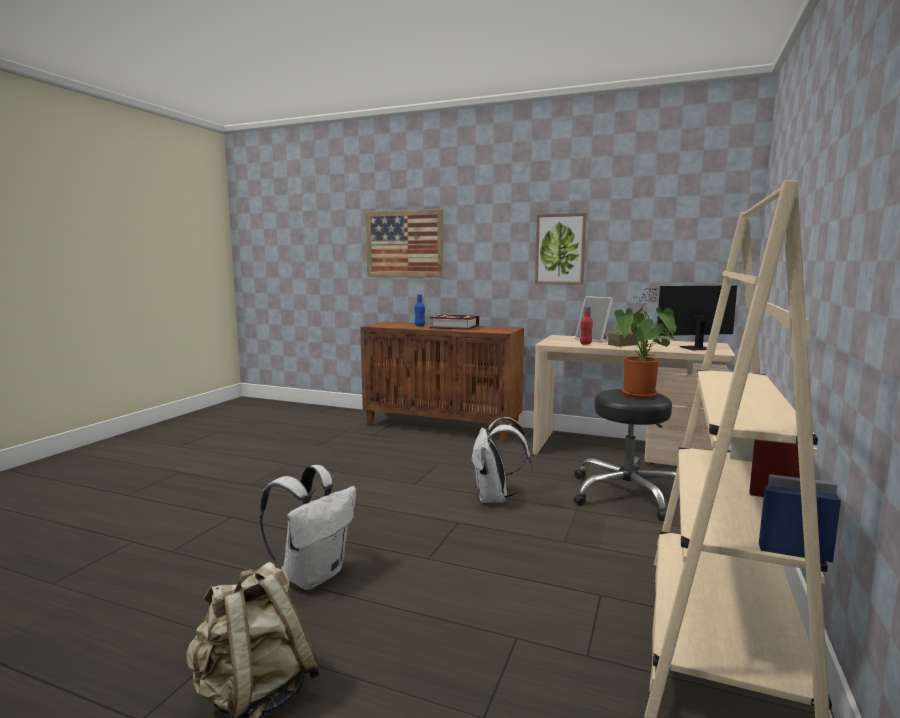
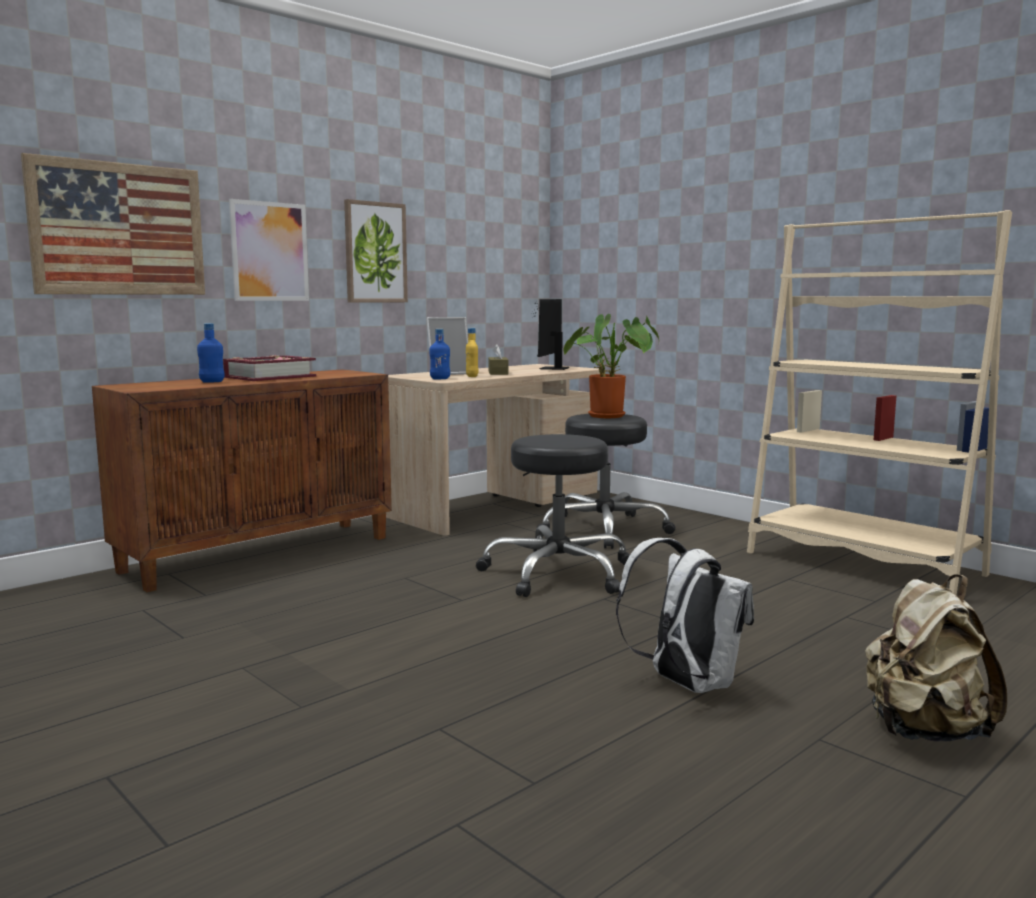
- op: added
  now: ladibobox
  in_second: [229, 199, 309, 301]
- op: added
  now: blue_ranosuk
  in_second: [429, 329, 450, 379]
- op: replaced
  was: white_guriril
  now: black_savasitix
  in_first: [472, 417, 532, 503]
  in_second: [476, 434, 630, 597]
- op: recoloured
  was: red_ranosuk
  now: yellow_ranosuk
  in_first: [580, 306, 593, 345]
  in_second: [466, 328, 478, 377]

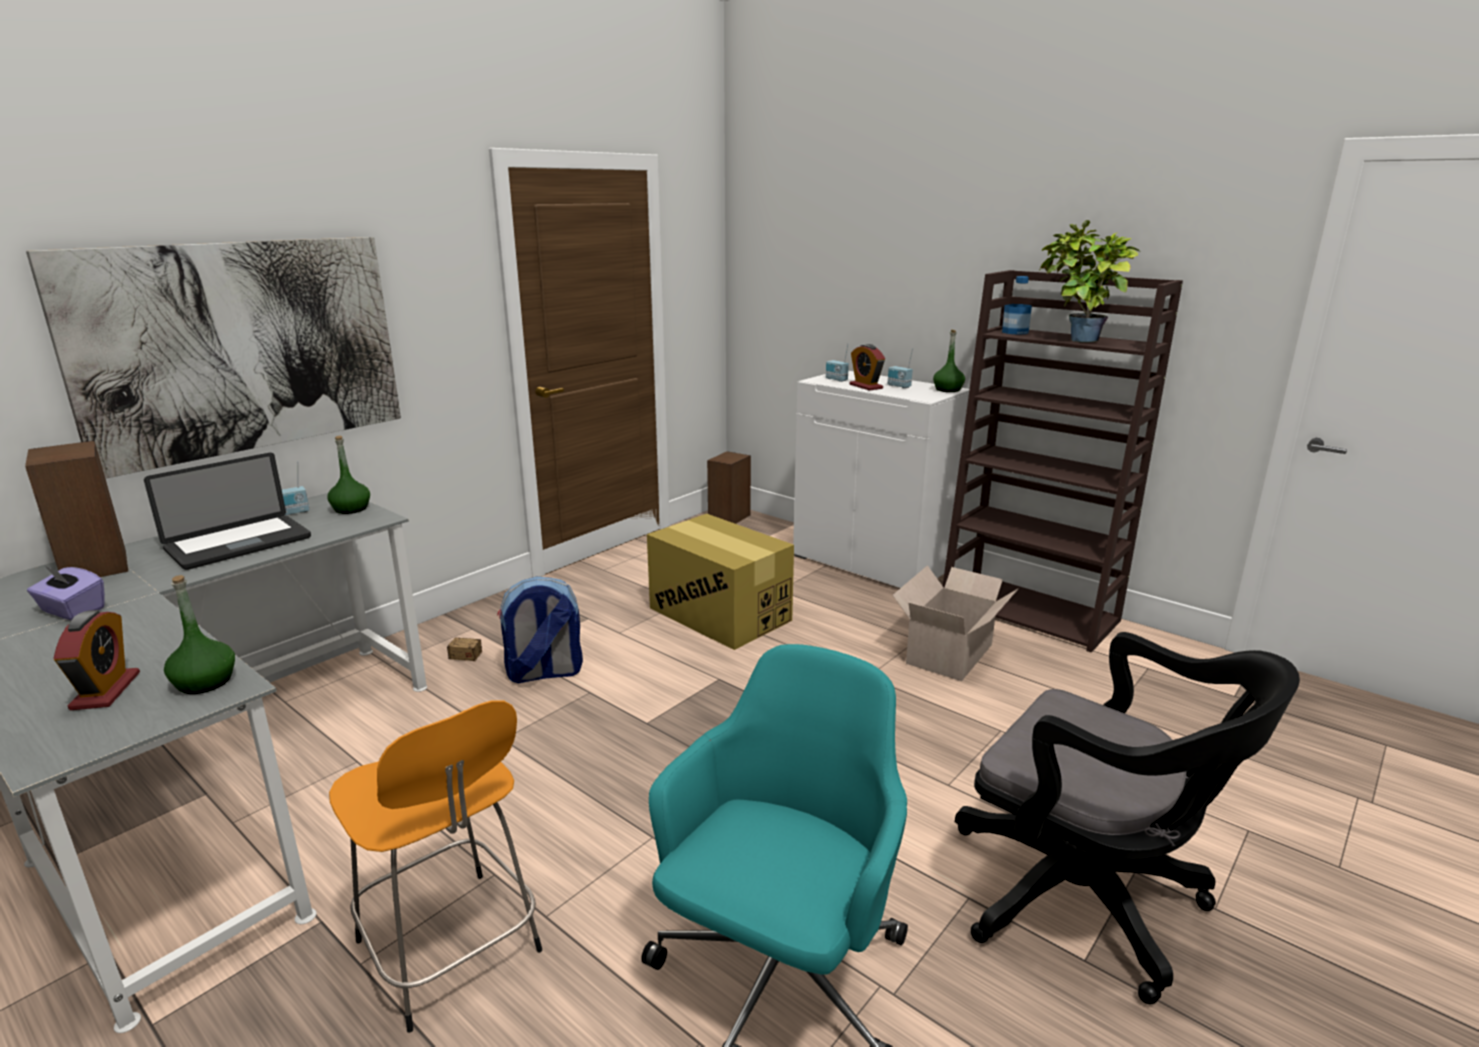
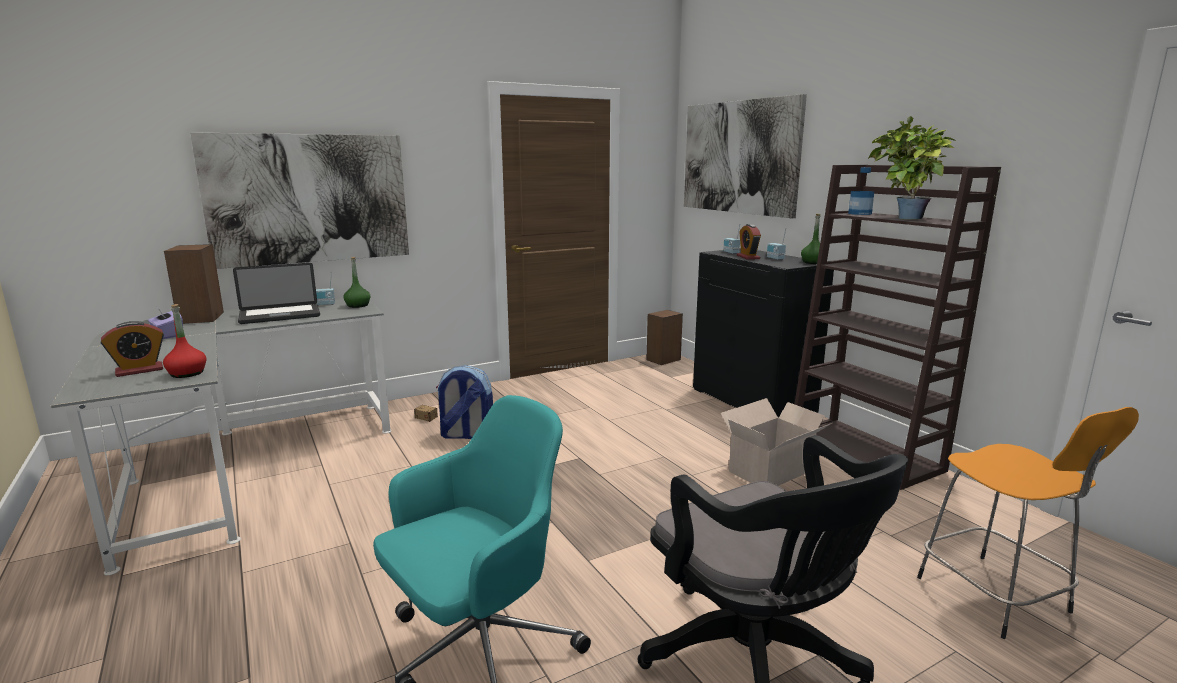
- op: removed
  was: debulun
  in_first: [647, 514, 794, 650]
- op: added
  now: ladibobox
  in_second: [684, 94, 807, 218]
- op: moved
  was: orange_savasitix
  in_first: [329, 700, 542, 1033]
  in_second: [917, 407, 1139, 639]
- op: recoloured
  was: green_ranosuk
  now: red_ranosuk
  in_first: [164, 575, 235, 694]
  in_second: [163, 304, 207, 378]
- op: recoloured
  was: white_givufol
  now: black_givufol
  in_first: [793, 371, 969, 588]
  in_second: [693, 248, 834, 418]
- op: turned
  was: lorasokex
  in_first: [53, 610, 140, 710]
  in_second: [101, 321, 164, 377]
  clockwise: 45

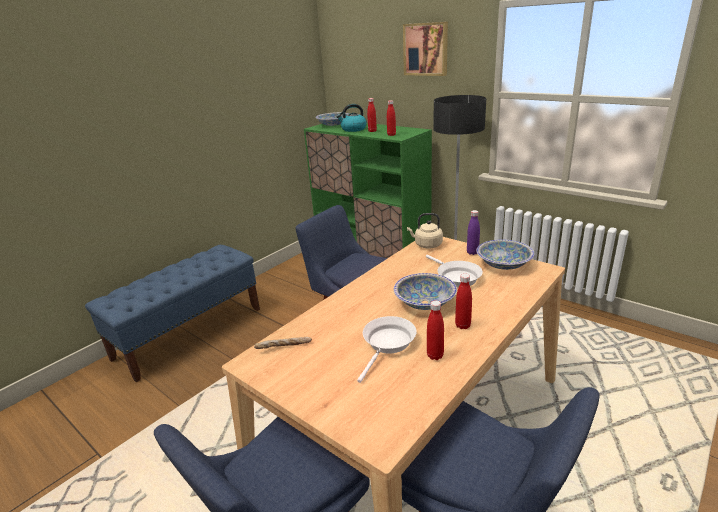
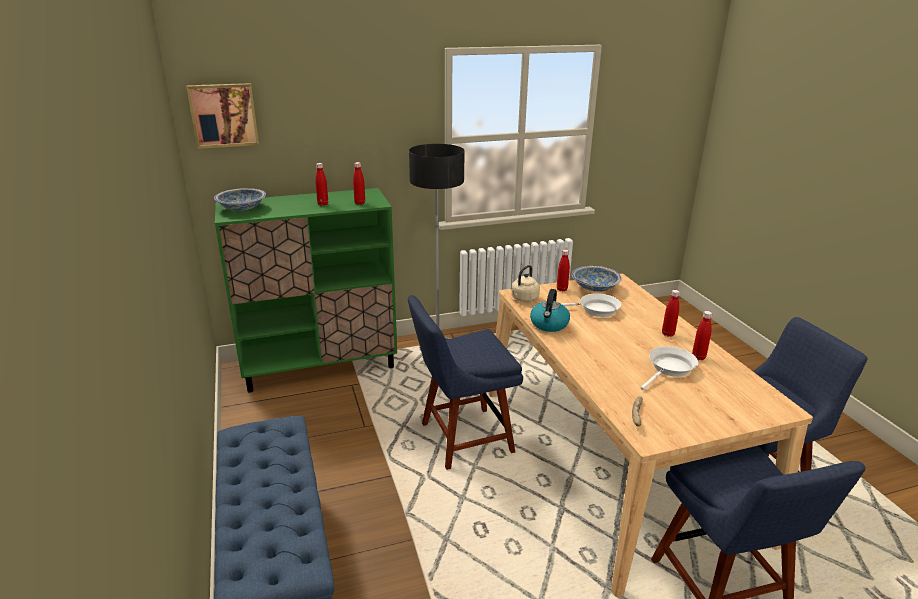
- op: removed
  was: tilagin
  in_first: [393, 273, 457, 310]
- op: moved
  was: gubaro
  in_first: [336, 104, 367, 132]
  in_second: [530, 289, 570, 332]
- op: moved
  was: ladibobox
  in_first: [403, 22, 448, 76]
  in_second: [186, 83, 259, 149]
- op: recoloured
  was: purple_ranosuk
  now: red_ranosuk
  in_first: [467, 210, 480, 255]
  in_second: [557, 250, 570, 291]
- op: turned
  was: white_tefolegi
  in_first: [357, 316, 417, 383]
  in_second: [640, 346, 698, 390]
  clockwise: 75

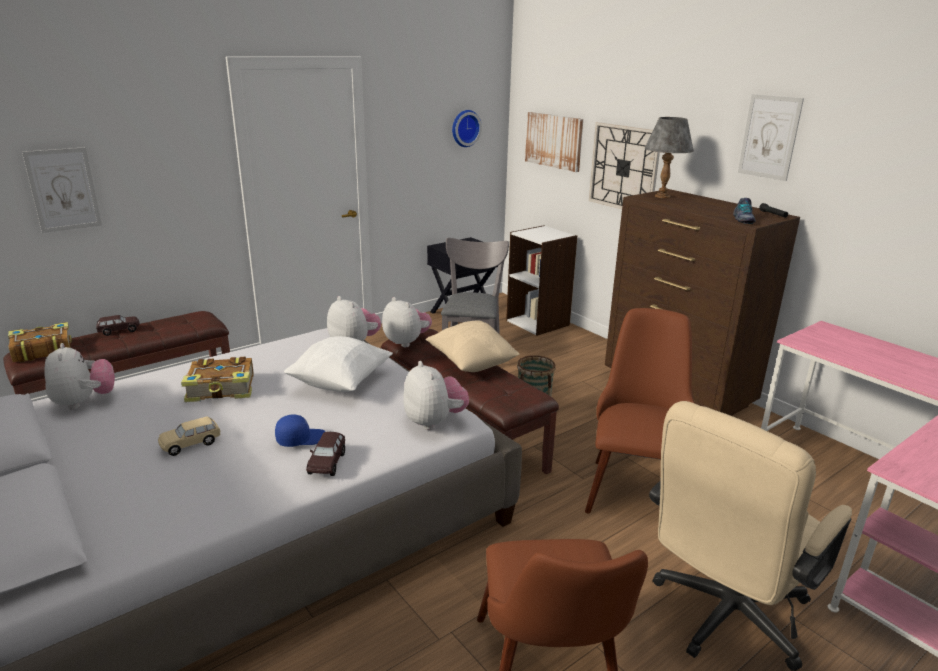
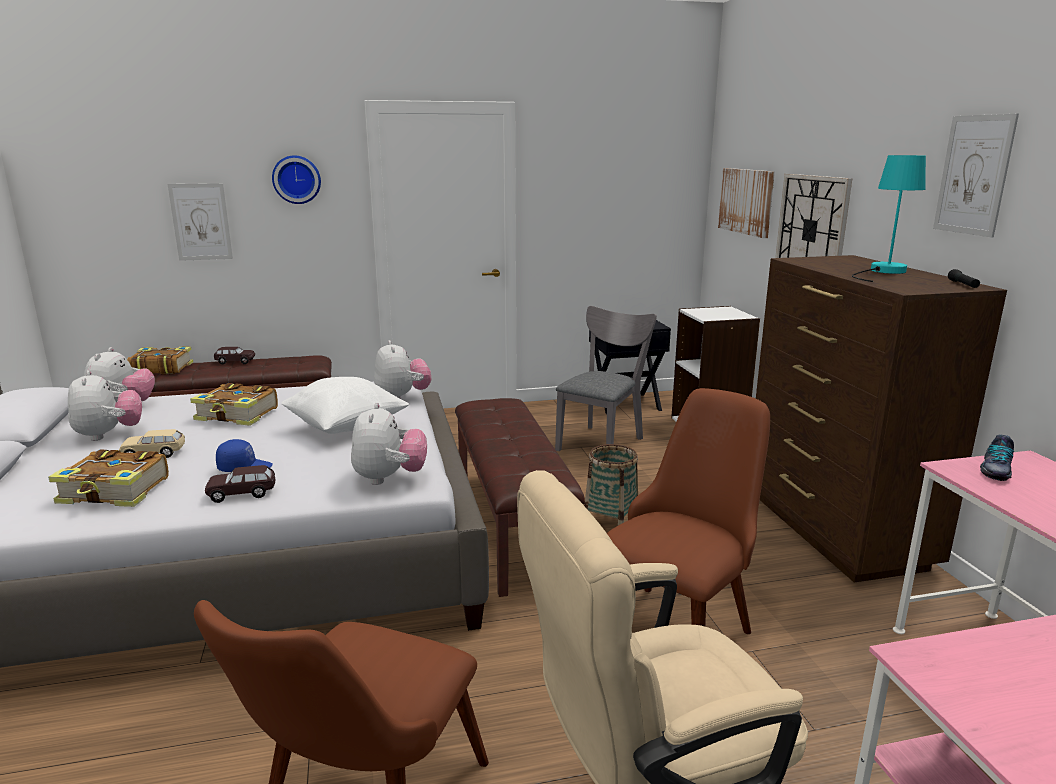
- op: removed
  was: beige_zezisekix
  in_first: [426, 321, 519, 372]
- op: removed
  was: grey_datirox
  in_first: [645, 117, 694, 198]
- op: added
  now: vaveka
  in_second: [48, 450, 169, 507]
- op: added
  now: turquoise_datirox
  in_second: [852, 155, 926, 282]
- op: moved
  was: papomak
  in_first: [382, 297, 432, 347]
  in_second: [68, 370, 142, 441]
- op: moved
  was: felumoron
  in_first: [452, 110, 482, 147]
  in_second: [272, 155, 321, 204]
- op: moved
  was: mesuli
  in_first: [733, 198, 756, 224]
  in_second: [980, 435, 1014, 481]
- op: turned
  was: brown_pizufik
  in_first: [306, 432, 345, 476]
  in_second: [205, 465, 275, 503]
  clockwise: 45

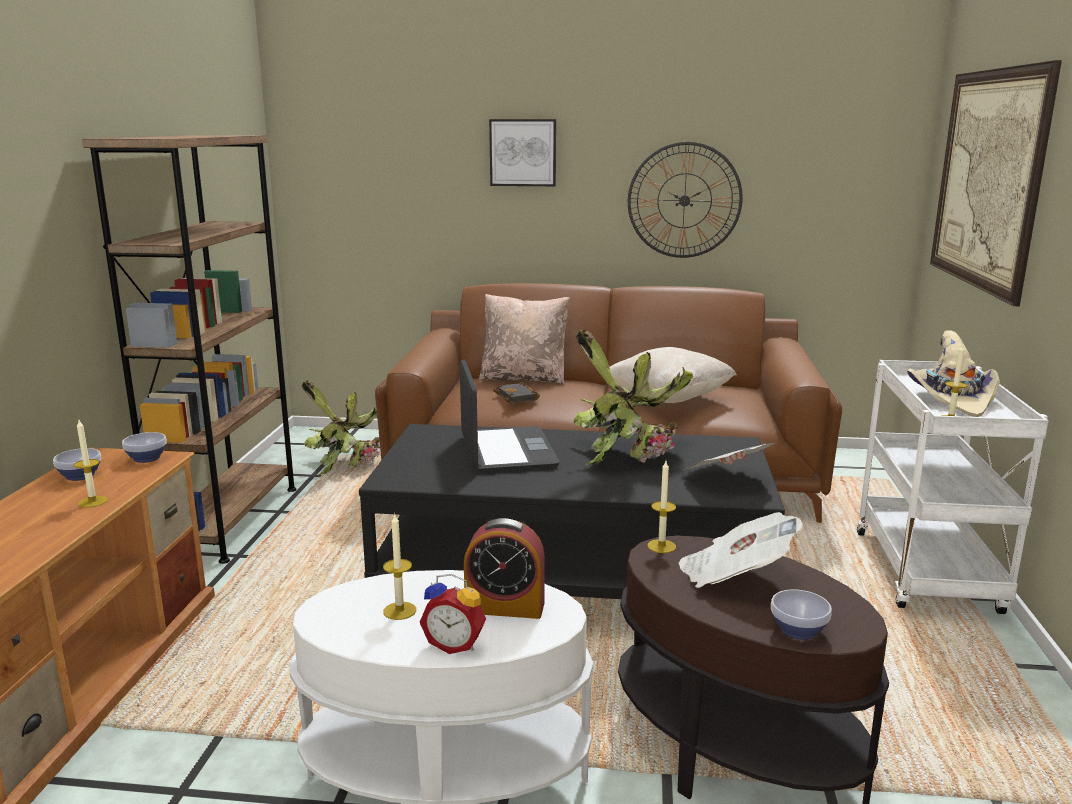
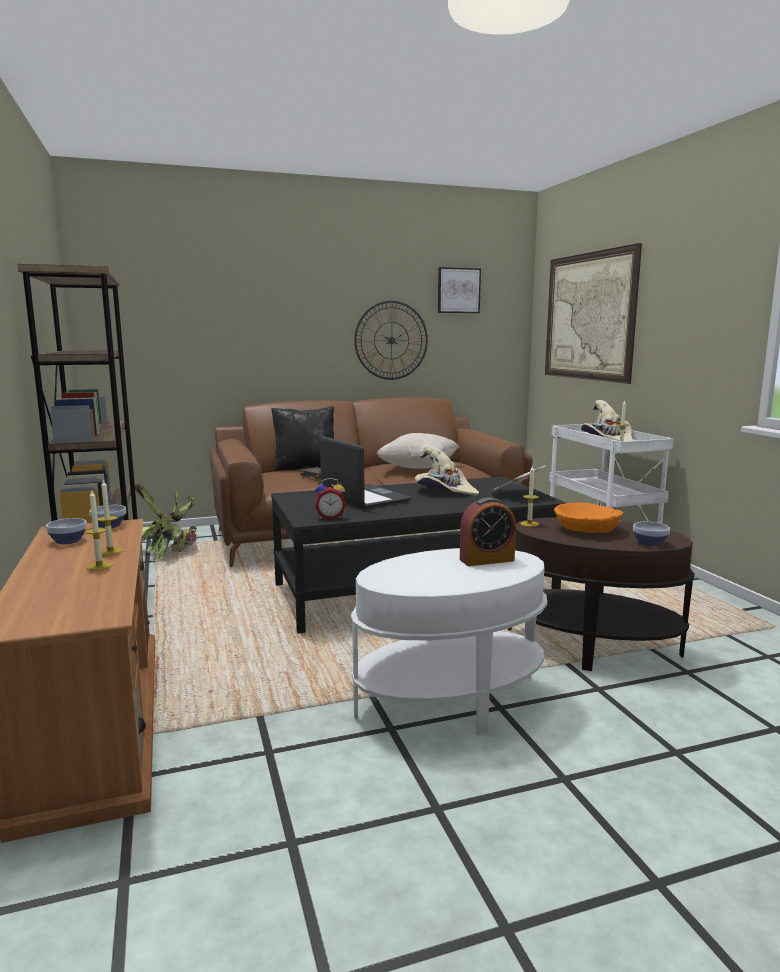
- op: moved
  was: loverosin
  in_first: [383, 513, 416, 620]
  in_second: [84, 490, 113, 571]
- op: moved
  was: lorasokex
  in_first: [420, 574, 486, 654]
  in_second: [315, 478, 346, 520]
- op: moved
  was: ladibobox
  in_first: [489, 119, 556, 186]
  in_second: [438, 267, 481, 313]
- op: replaced
  was: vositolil
  now: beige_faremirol
  in_first: [573, 330, 693, 465]
  in_second: [415, 446, 479, 496]
- op: replaced
  was: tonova
  now: orange_tilagin
  in_first: [678, 512, 803, 588]
  in_second: [554, 503, 623, 533]
- op: recoloured
  was: beige_zezisekix
  now: black_zezisekix
  in_first: [478, 294, 570, 385]
  in_second: [271, 406, 334, 472]

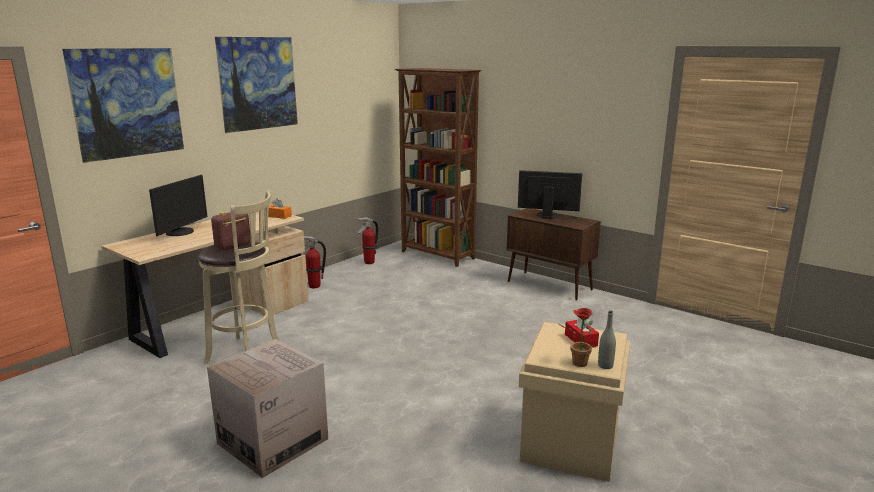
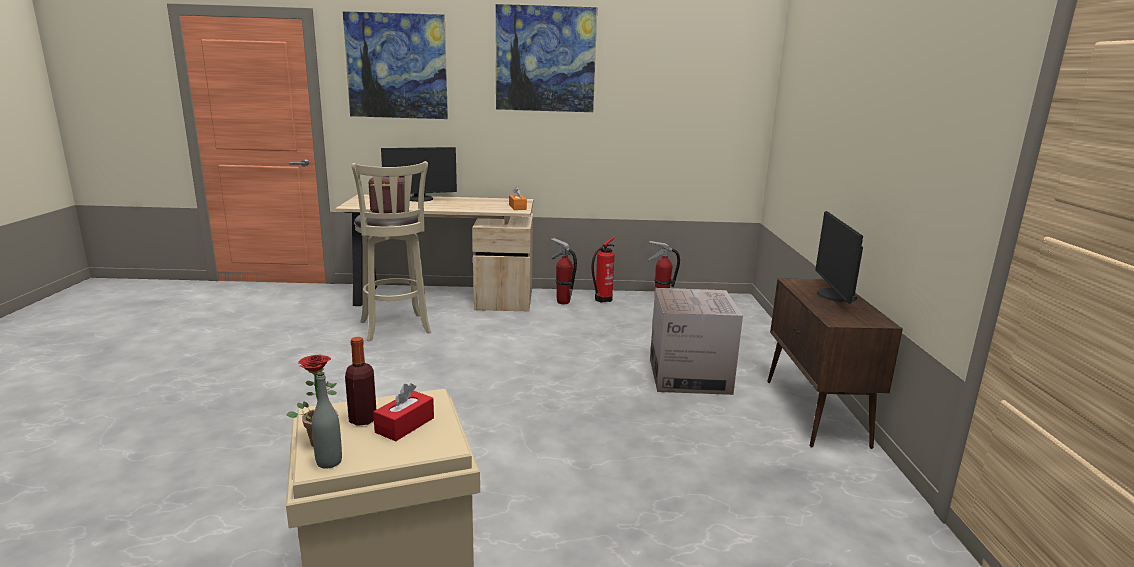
- op: removed
  was: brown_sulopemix
  in_first: [395, 68, 481, 267]
- op: added
  now: ranosuk
  in_second: [345, 337, 376, 426]
- op: added
  now: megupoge
  in_second: [591, 237, 615, 302]
- op: moved
  was: debulun
  in_first: [207, 339, 328, 478]
  in_second: [650, 288, 743, 395]
- op: turned
  was: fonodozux
  in_first: [518, 170, 582, 219]
  in_second: [815, 211, 863, 304]
  clockwise: -150

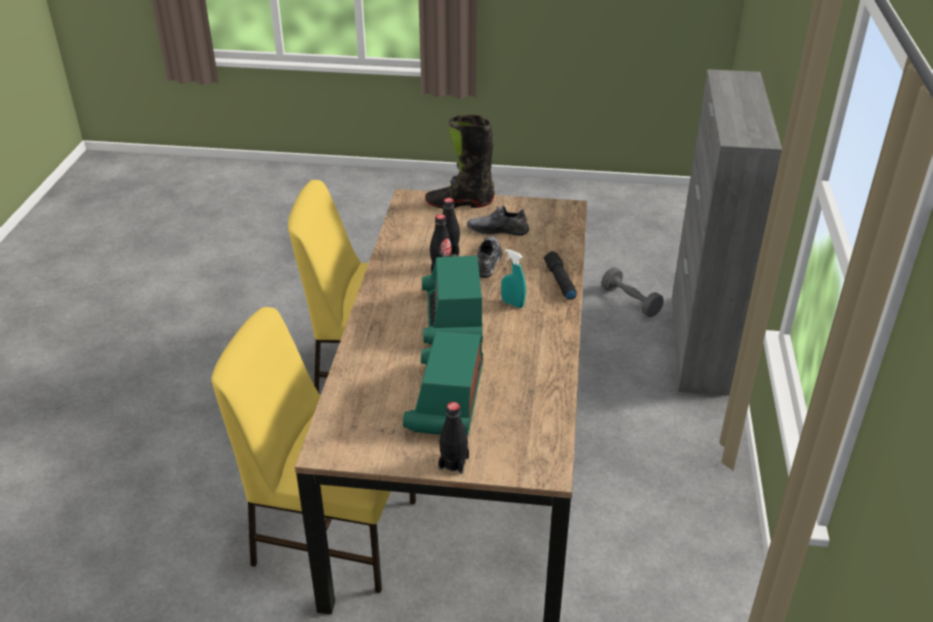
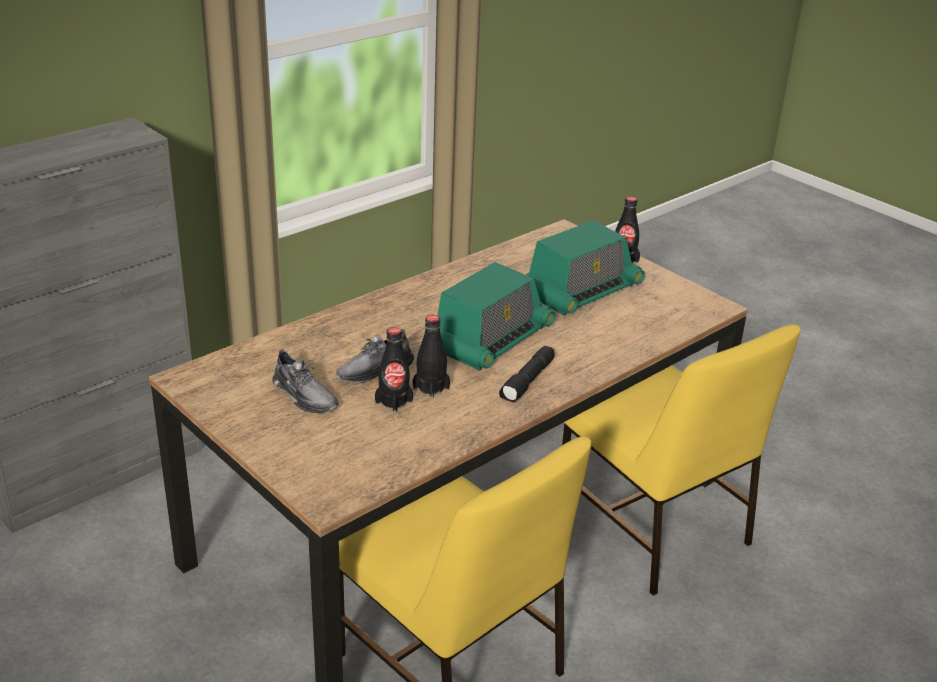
- op: removed
  was: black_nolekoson
  in_first: [425, 115, 495, 209]
- op: removed
  was: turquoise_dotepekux
  in_first: [501, 249, 526, 308]
- op: removed
  was: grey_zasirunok
  in_first: [601, 267, 664, 317]
- op: moved
  was: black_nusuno
  in_first: [544, 251, 577, 300]
  in_second: [499, 346, 554, 402]

